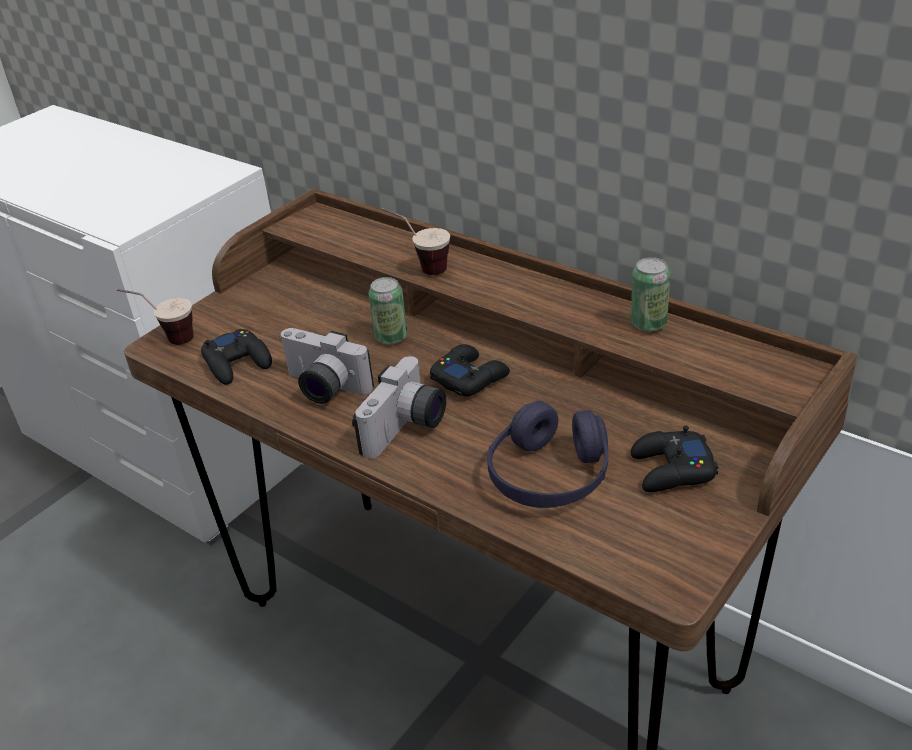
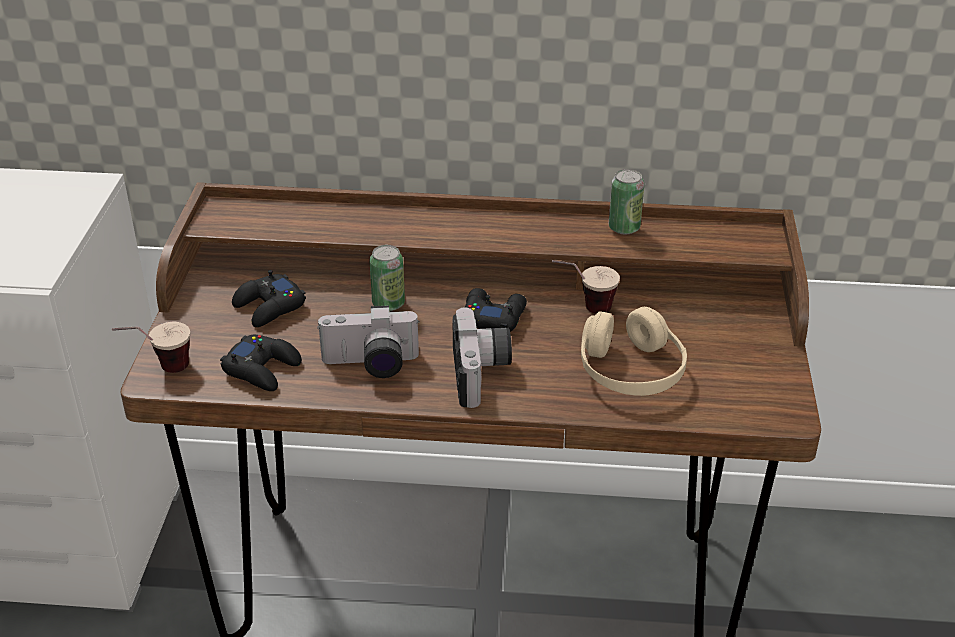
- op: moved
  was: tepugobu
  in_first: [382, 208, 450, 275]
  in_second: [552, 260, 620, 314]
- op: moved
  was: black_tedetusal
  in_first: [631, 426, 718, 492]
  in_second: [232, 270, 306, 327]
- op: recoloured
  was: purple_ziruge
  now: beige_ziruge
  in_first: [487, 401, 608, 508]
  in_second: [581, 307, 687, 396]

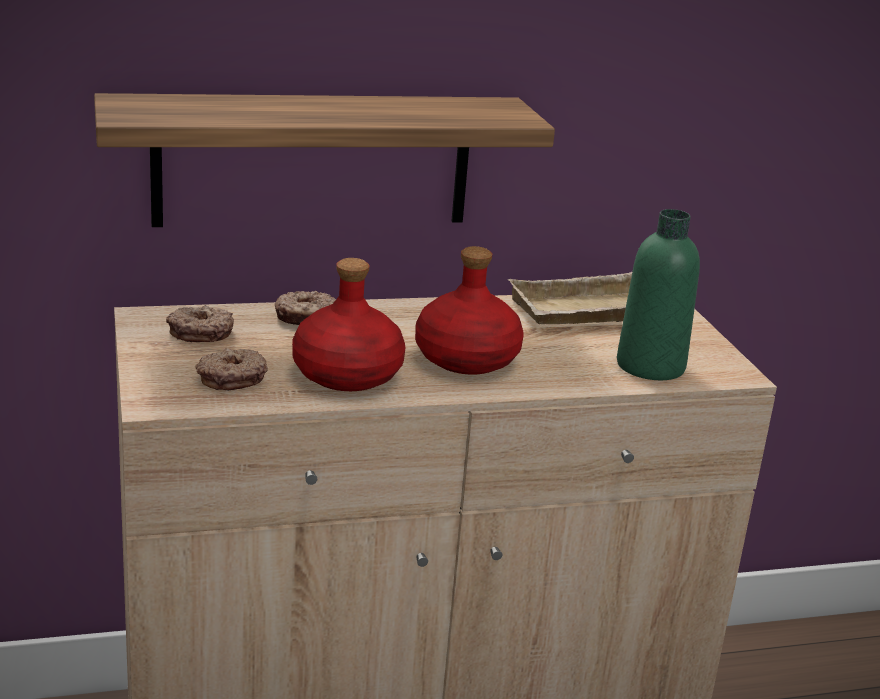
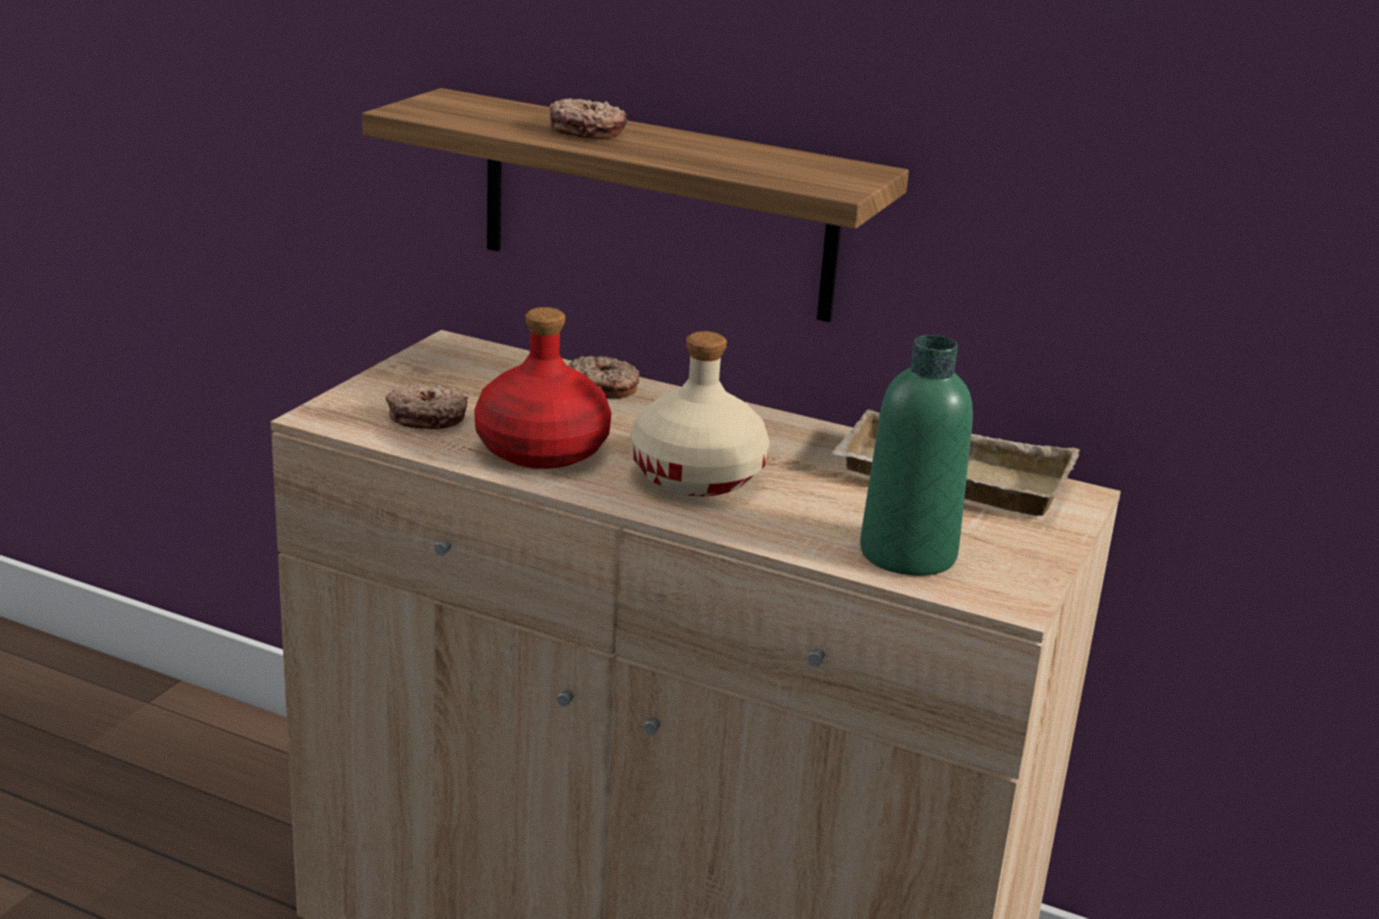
- op: moved
  was: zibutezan
  in_first: [166, 305, 234, 342]
  in_second: [549, 98, 627, 139]
- op: recoloured
  was: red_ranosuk
  now: beige_ranosuk
  in_first: [415, 246, 523, 374]
  in_second: [631, 331, 770, 496]

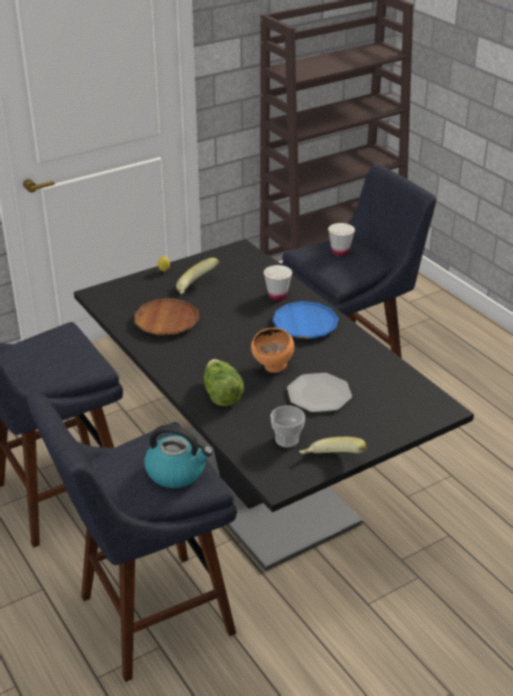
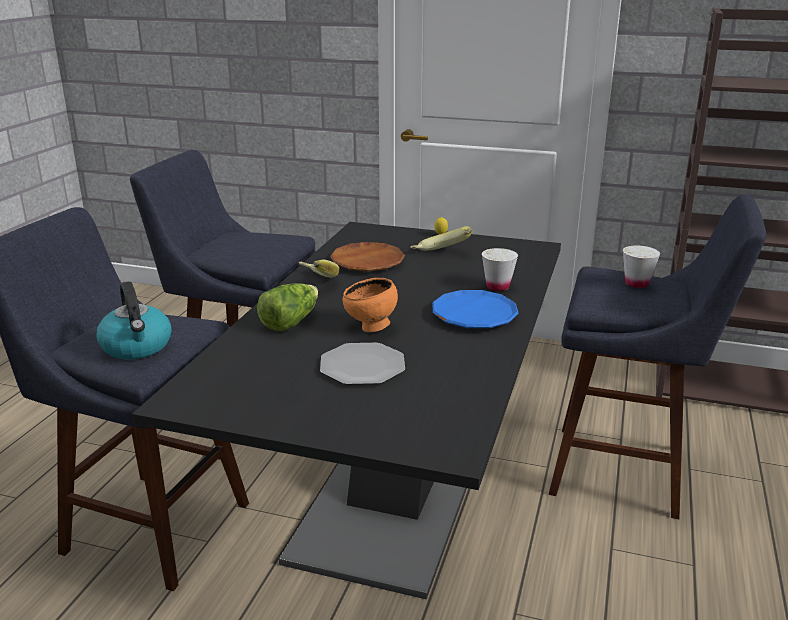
- op: removed
  was: tepugobu
  in_first: [270, 406, 305, 448]
- op: moved
  was: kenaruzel
  in_first: [299, 437, 367, 454]
  in_second: [299, 260, 339, 278]

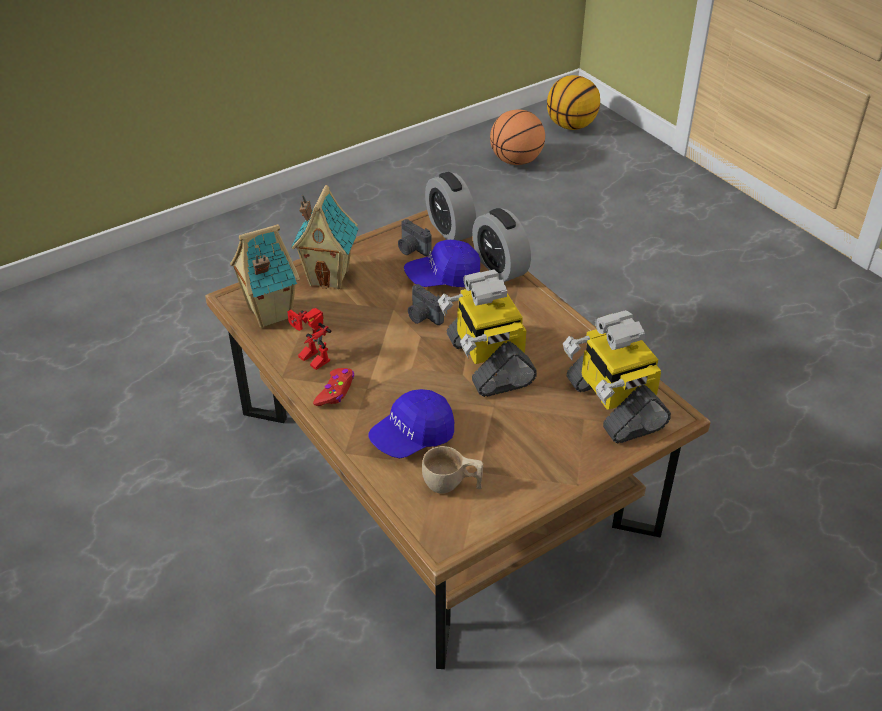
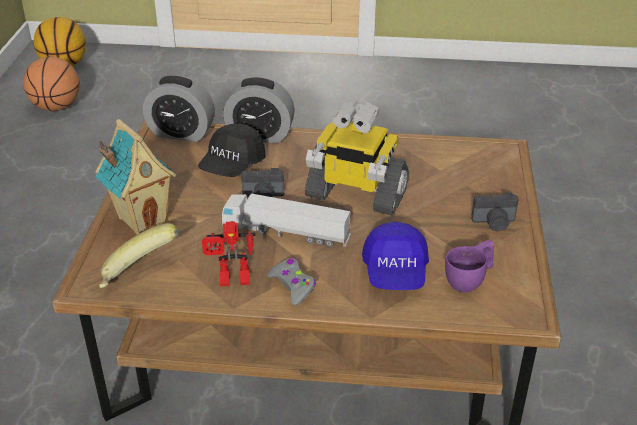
- op: removed
  was: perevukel
  in_first: [563, 310, 671, 443]
- op: added
  now: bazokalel
  in_second: [222, 193, 351, 247]
- op: moved
  was: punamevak
  in_first: [398, 219, 432, 256]
  in_second: [471, 192, 519, 231]
- op: replaced
  was: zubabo
  now: kenaruzel
  in_first: [230, 224, 300, 328]
  in_second: [99, 223, 179, 288]
- op: recoloured
  was: red_tedetusal
  now: grey_tedetusal
  in_first: [313, 368, 354, 406]
  in_second: [267, 258, 316, 306]
- op: recoloured
  was: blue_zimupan
  now: black_zimupan
  in_first: [404, 240, 480, 287]
  in_second: [198, 123, 266, 177]
- op: recoloured
  was: beige_tepugobu
  now: purple_tepugobu
  in_first: [422, 446, 483, 494]
  in_second: [445, 240, 494, 292]

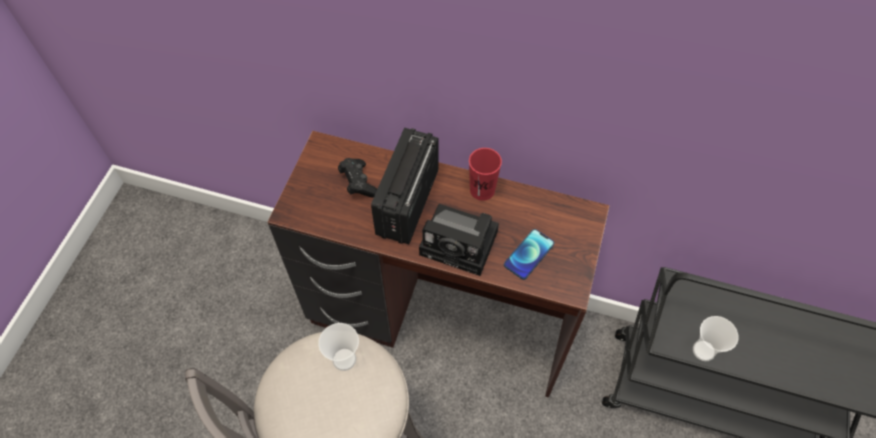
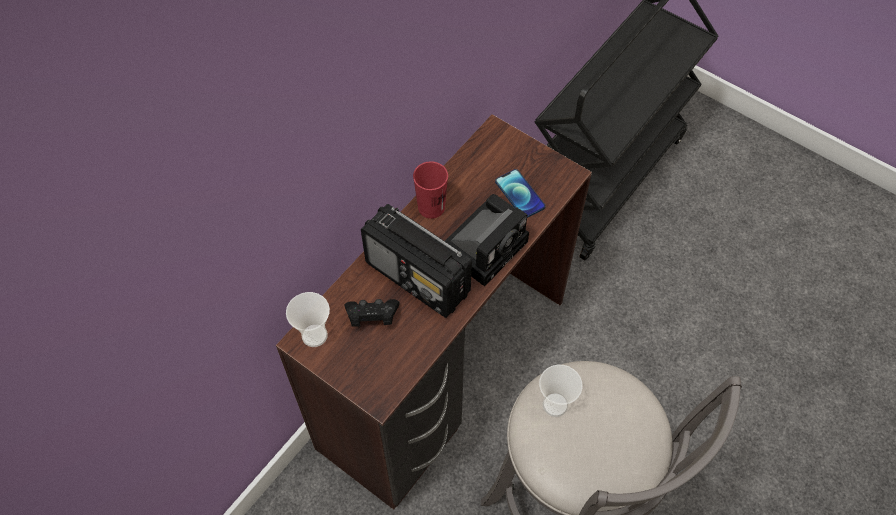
- op: moved
  was: tepugobu
  in_first: [693, 316, 739, 361]
  in_second: [286, 292, 330, 347]

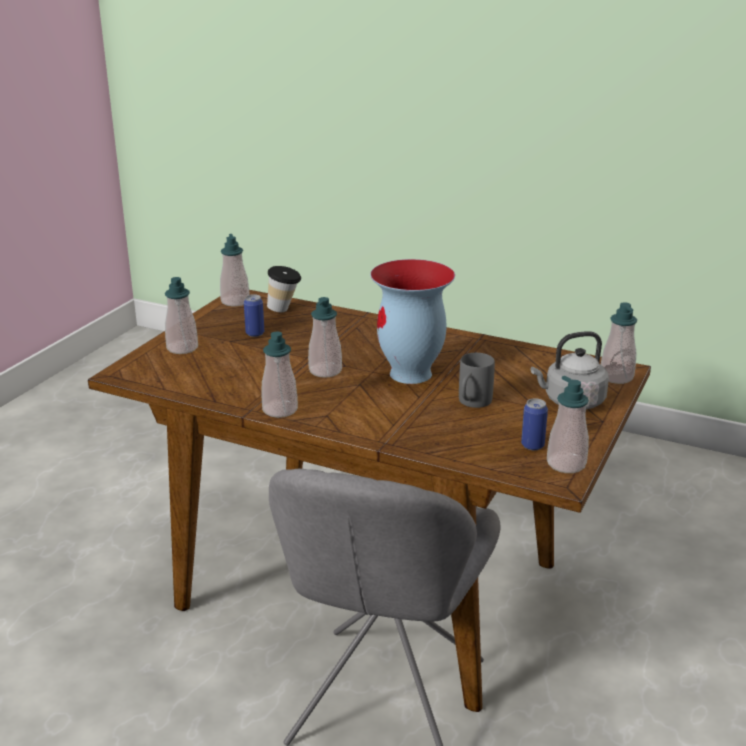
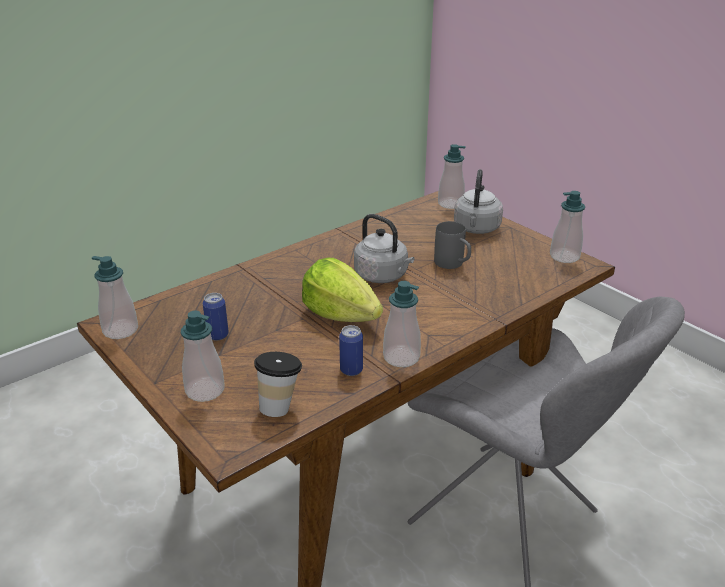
- op: moved
  was: tepugobu
  in_first: [267, 266, 301, 312]
  in_second: [254, 352, 302, 417]
- op: moved
  was: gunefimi
  in_first: [521, 398, 548, 450]
  in_second: [339, 325, 363, 376]
- op: replaced
  was: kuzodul
  now: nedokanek
  in_first: [308, 297, 342, 378]
  in_second: [302, 258, 383, 322]
- op: replaced
  was: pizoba
  now: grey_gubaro
  in_first: [370, 259, 455, 384]
  in_second: [354, 214, 414, 283]

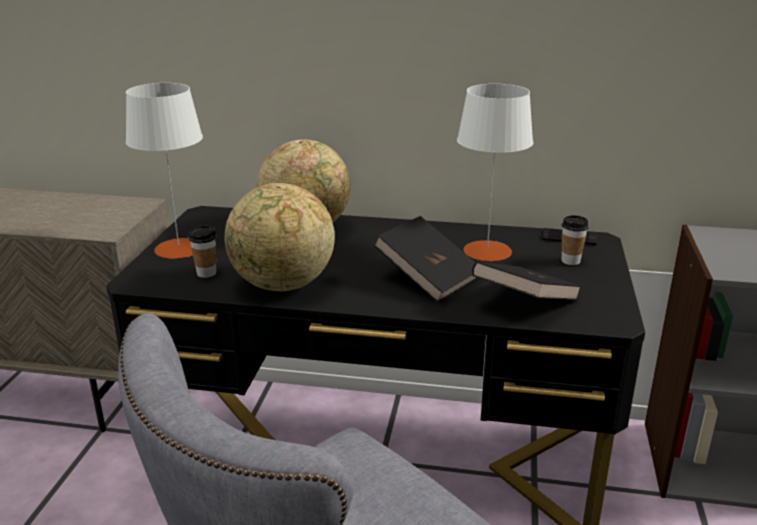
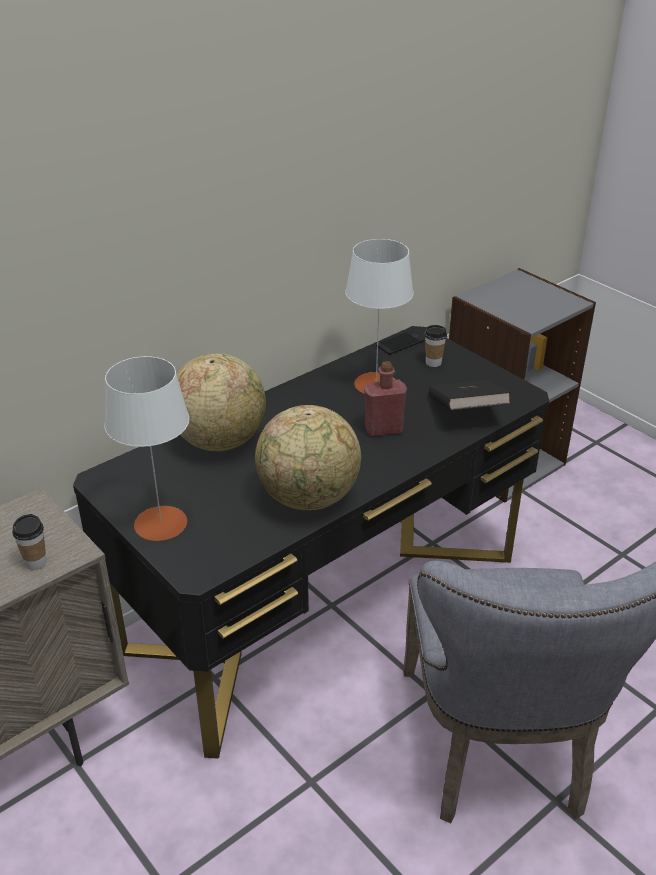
- op: moved
  was: tepugobu
  in_first: [188, 225, 216, 278]
  in_second: [12, 514, 47, 570]
- op: replaced
  was: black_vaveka
  now: red_ranosuk
  in_first: [374, 216, 477, 302]
  in_second: [364, 361, 407, 436]

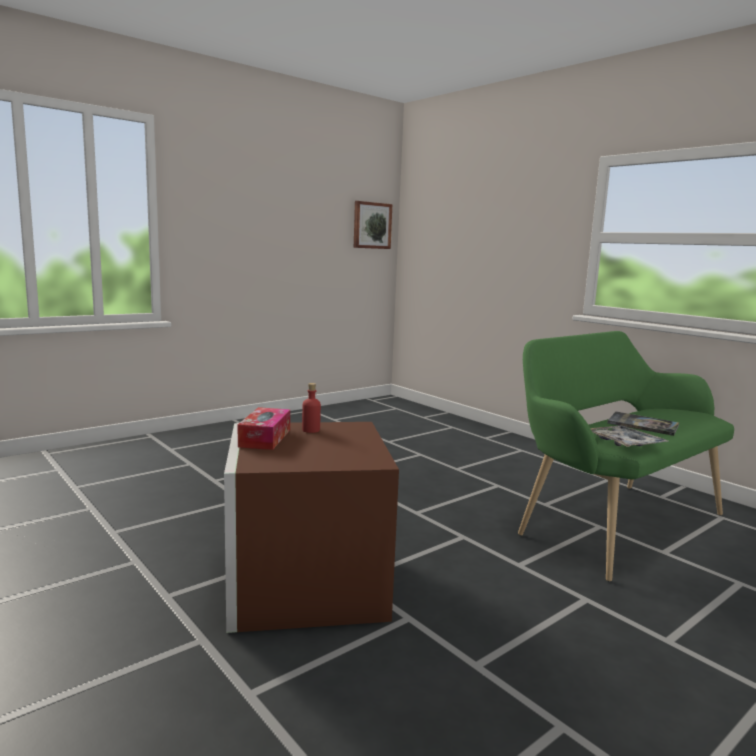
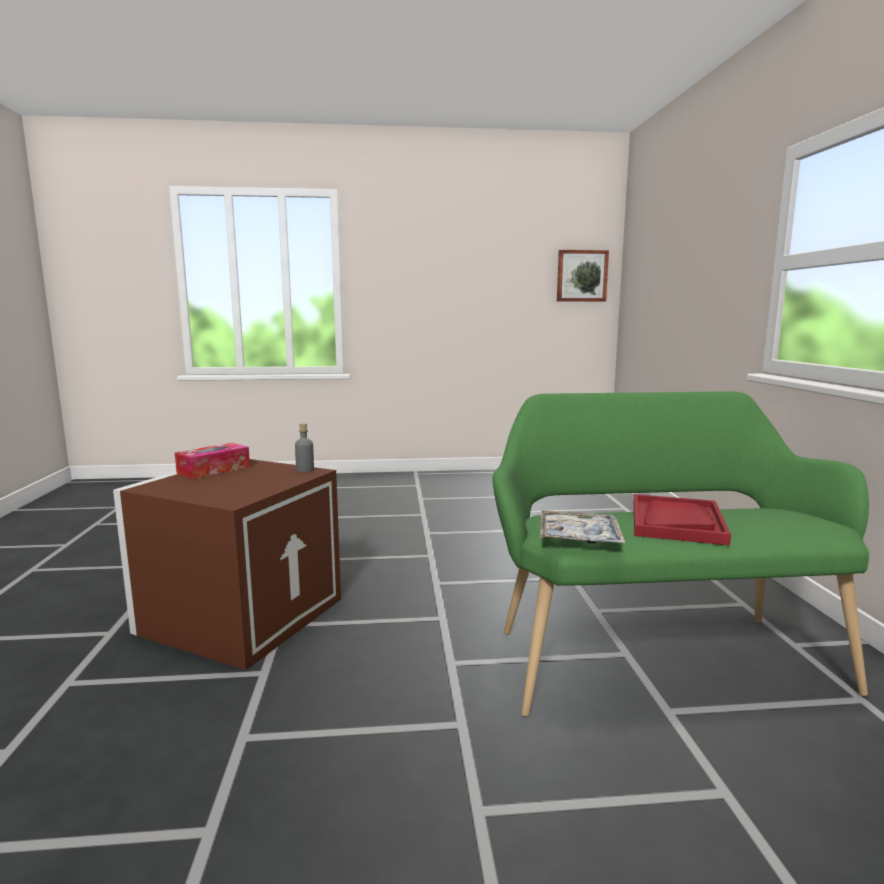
- op: removed
  was: red_ranosuk
  in_first: [302, 383, 321, 433]
- op: added
  now: grey_ranosuk
  in_second: [295, 423, 314, 472]
- op: replaced
  was: vaveka
  now: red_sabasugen
  in_first: [607, 411, 679, 436]
  in_second: [634, 494, 731, 546]

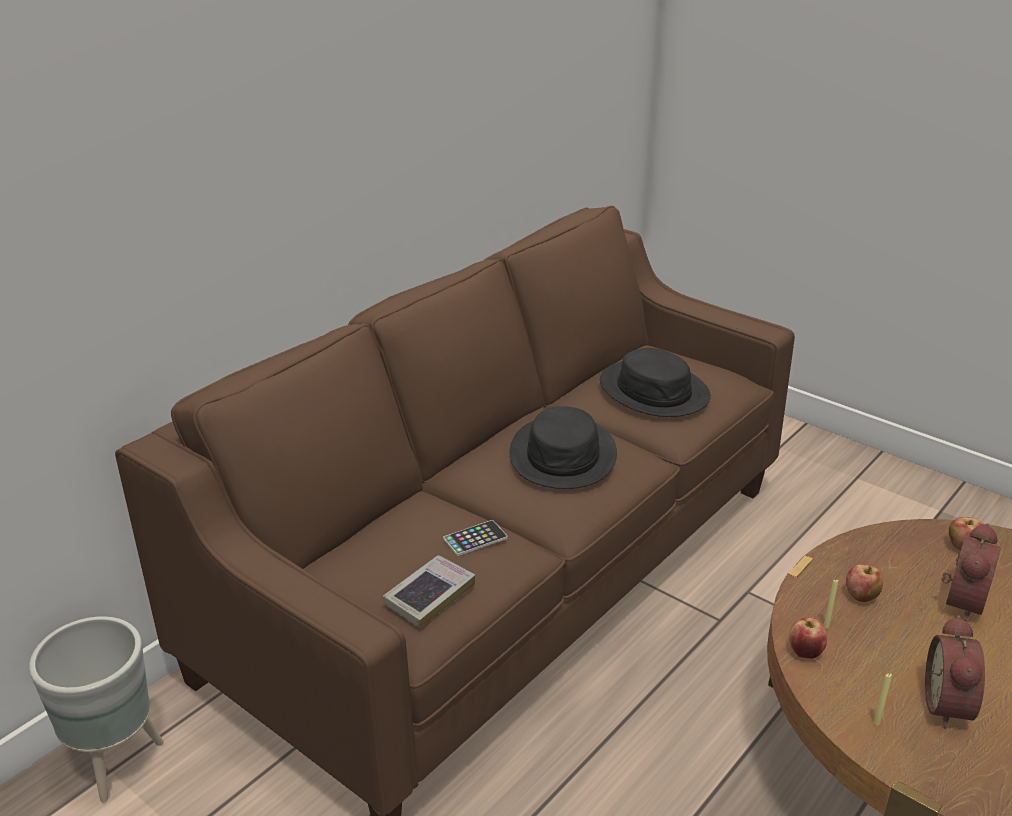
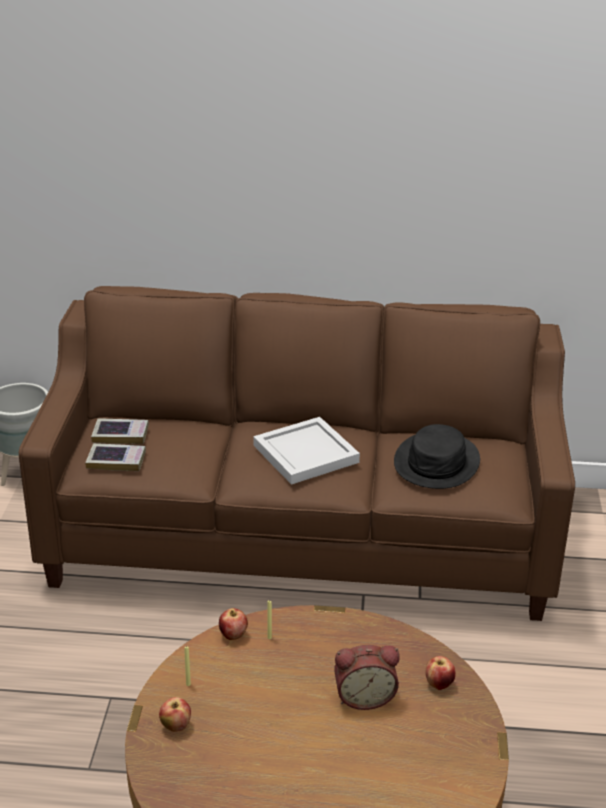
- op: removed
  was: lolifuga
  in_first: [443, 520, 507, 556]
- op: removed
  was: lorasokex
  in_first: [925, 615, 985, 729]
- op: added
  now: vaveka
  in_second: [91, 418, 149, 444]
- op: moved
  was: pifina
  in_first: [846, 564, 883, 602]
  in_second: [159, 697, 191, 732]
- op: replaced
  was: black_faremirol
  now: white_sabasugen
  in_first: [510, 406, 617, 489]
  in_second: [253, 417, 360, 485]

